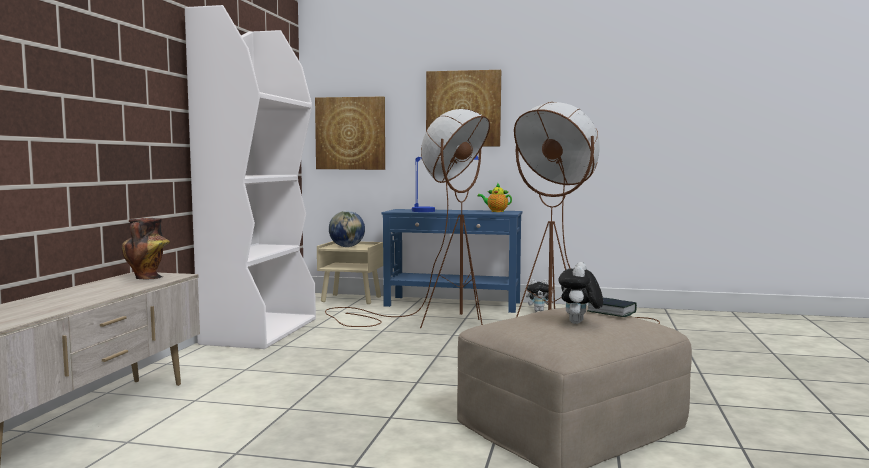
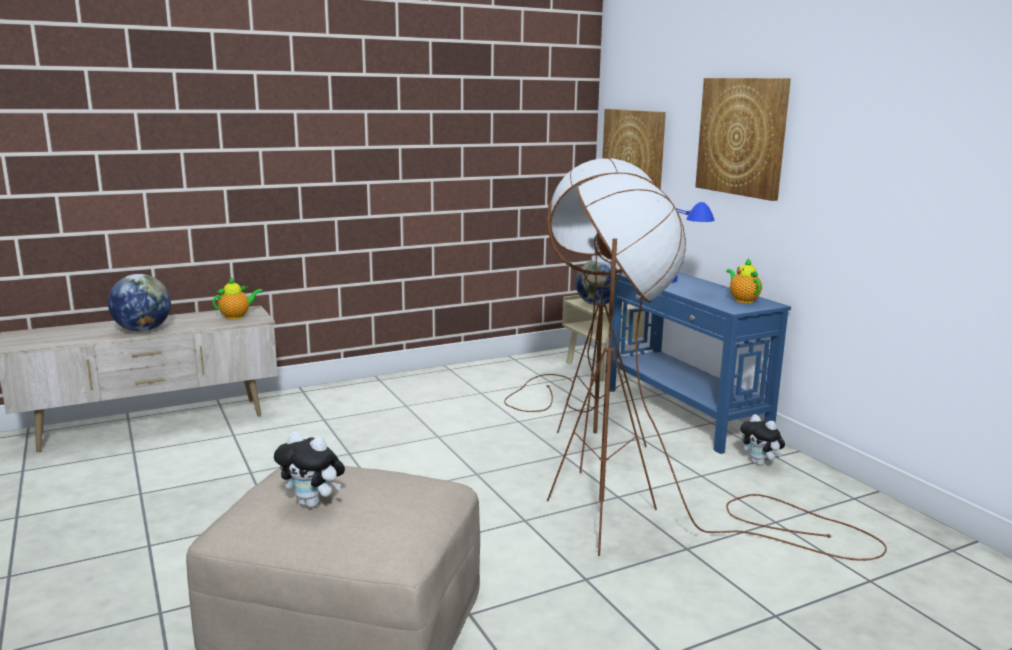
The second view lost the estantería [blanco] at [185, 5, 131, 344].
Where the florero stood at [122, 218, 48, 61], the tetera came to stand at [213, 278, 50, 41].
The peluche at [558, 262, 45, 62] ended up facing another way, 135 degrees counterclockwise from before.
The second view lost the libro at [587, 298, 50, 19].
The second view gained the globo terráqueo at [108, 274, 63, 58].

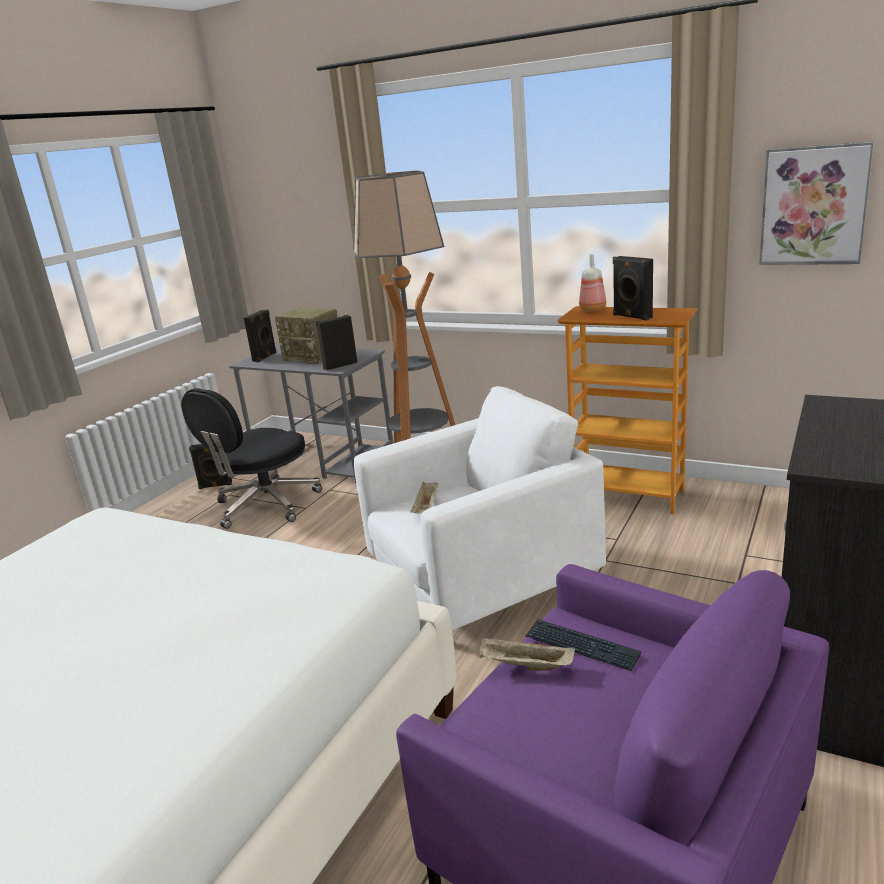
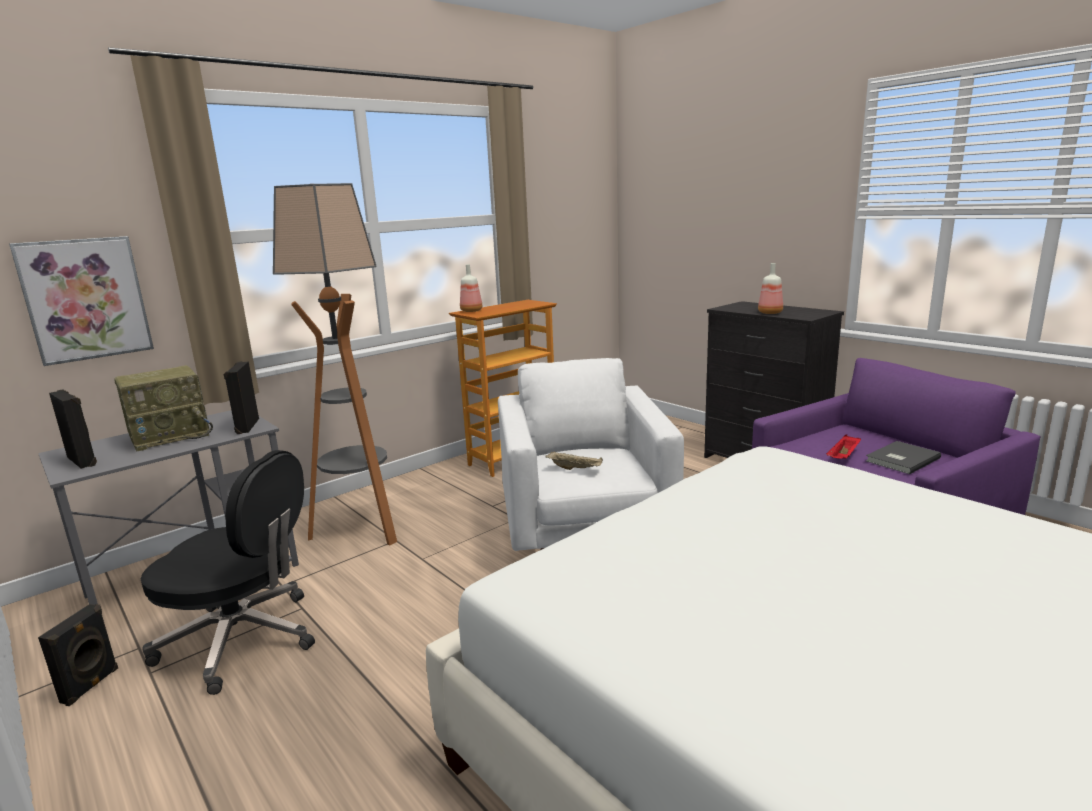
The cuadro ended up elsewhere, having gone from [759, 142, 115, 123] to [9, 236, 145, 130].
The second view lost the altavoz [negro] at [613, 256, 40, 64].
The silla de oficina [negro] at [181, 388, 141, 141] ended up facing another way, 45 degrees counterclockwise from before.
The second view lost the teclado at [525, 619, 116, 52].
What was the bandeja [beis] at [479, 637, 96, 34] turned into the bandeja [rojo] at [826, 434, 35, 25].
The second view gained the botella at [758, 263, 25, 51].
The second view gained the libro [gris] at [866, 441, 75, 33].

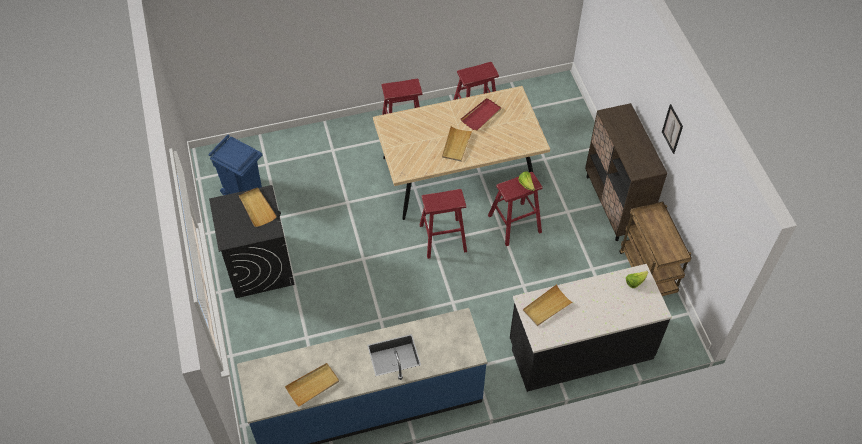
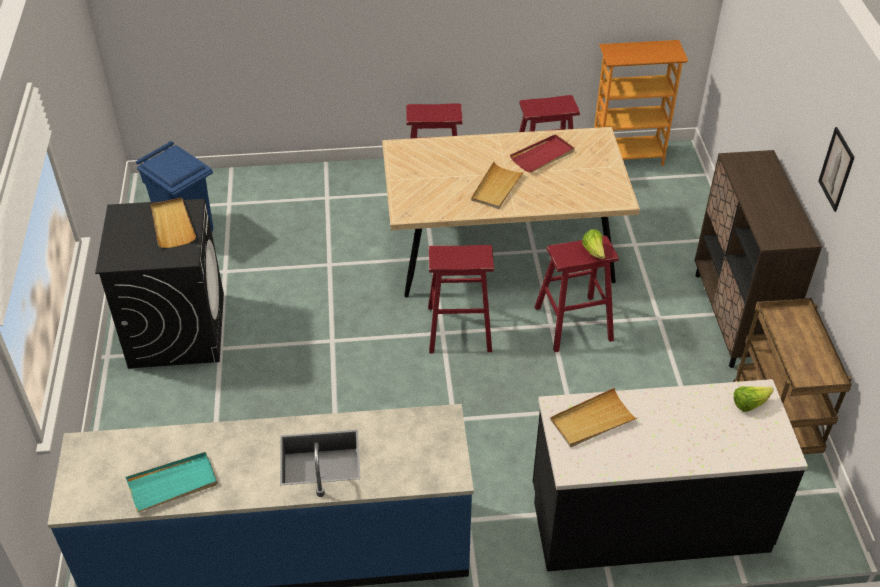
What was the bandeja [beis] at [285, 363, 54, 44] turned into the bandeja [turquesa] at [126, 452, 92, 61].
The second view gained the estantería at [594, 40, 94, 126].

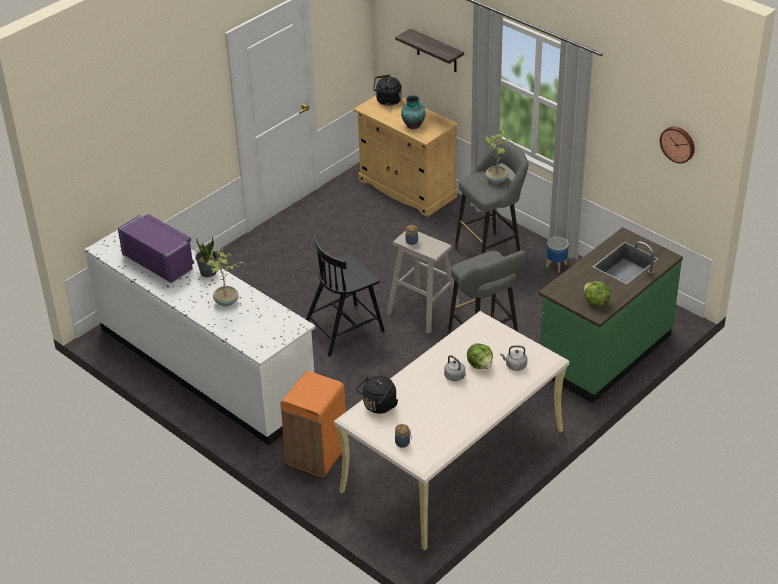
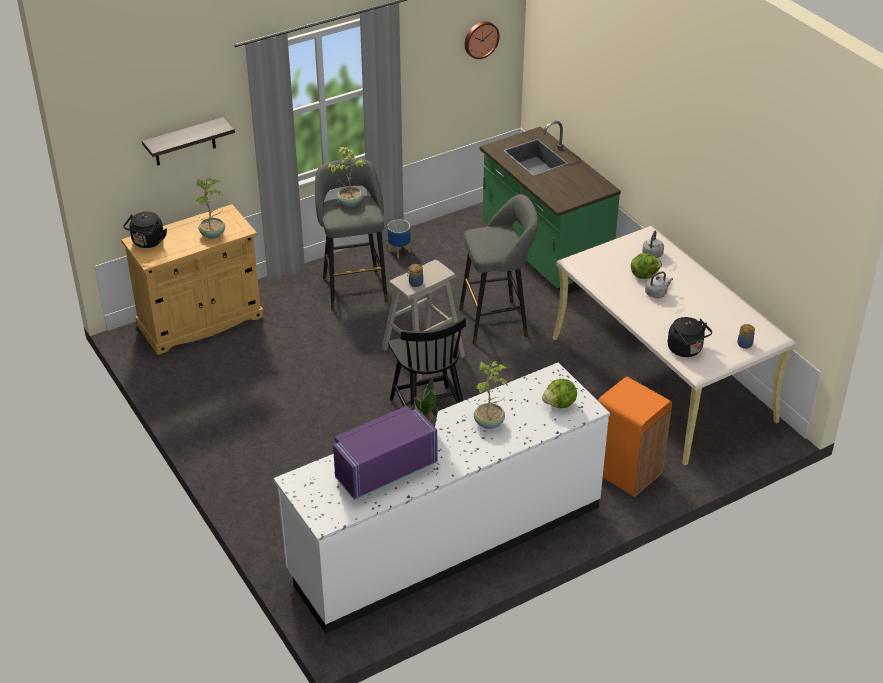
Where the florero stood at [401, 95, 24, 34], the planta en maceta came to stand at [196, 178, 29, 61].
The lechuga ended up elsewhere, having gone from [584, 281, 26, 25] to [542, 379, 35, 29].

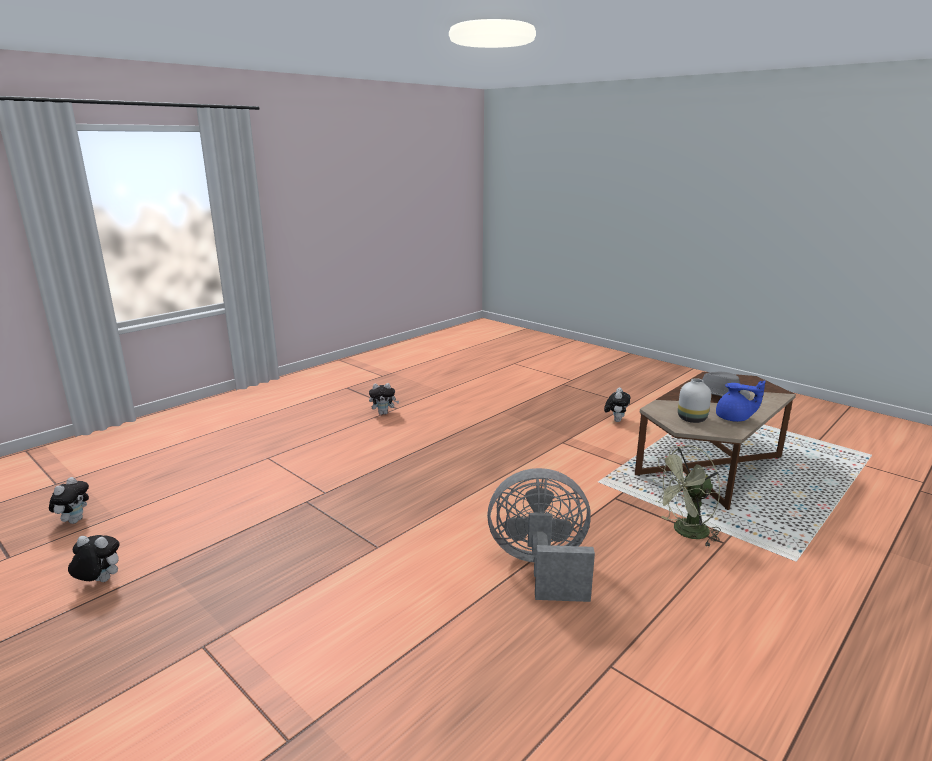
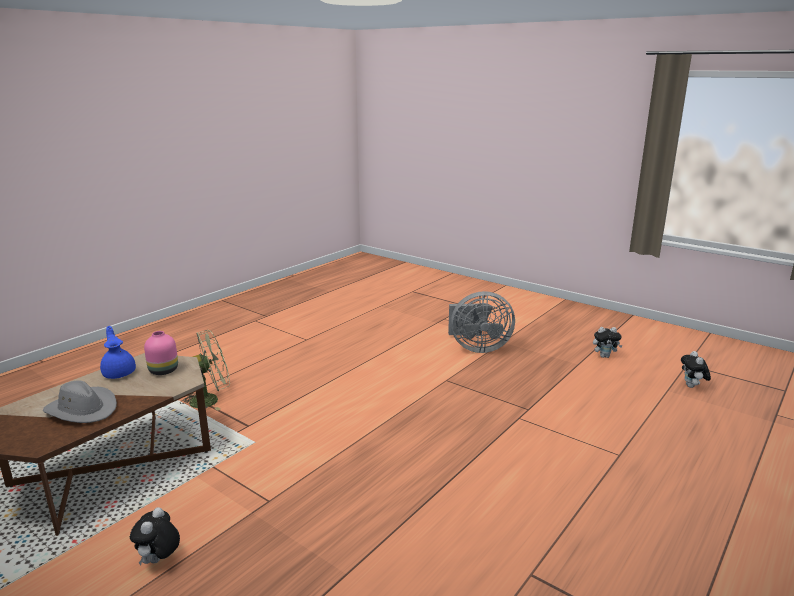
What was the florero [blanco] at [678, 378, 33, 45] turned into the florero [rosa] at [144, 331, 34, 44].
The tetera [azul] at [716, 380, 49, 42] ended up facing another way, 45 degrees clockwise from before.
The second view lost the peluche at [369, 383, 30, 32].
The ventilador [gris] ended up elsewhere, having gone from [487, 468, 108, 134] to [448, 291, 67, 62].

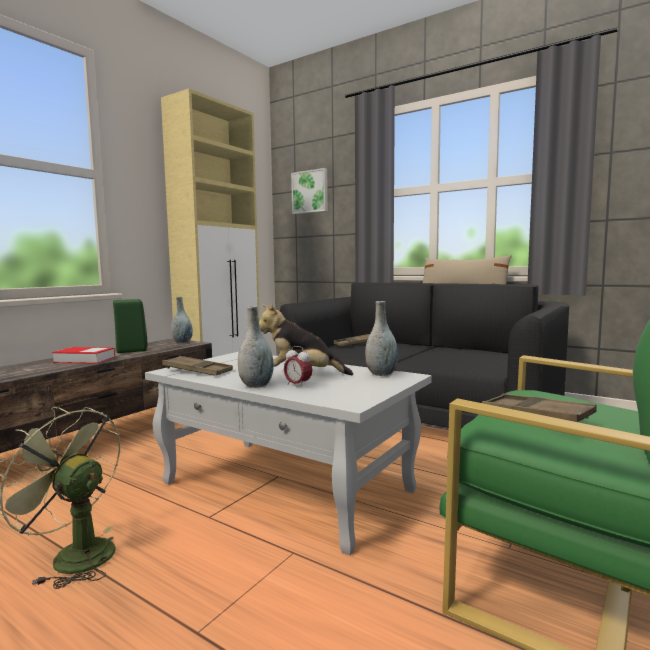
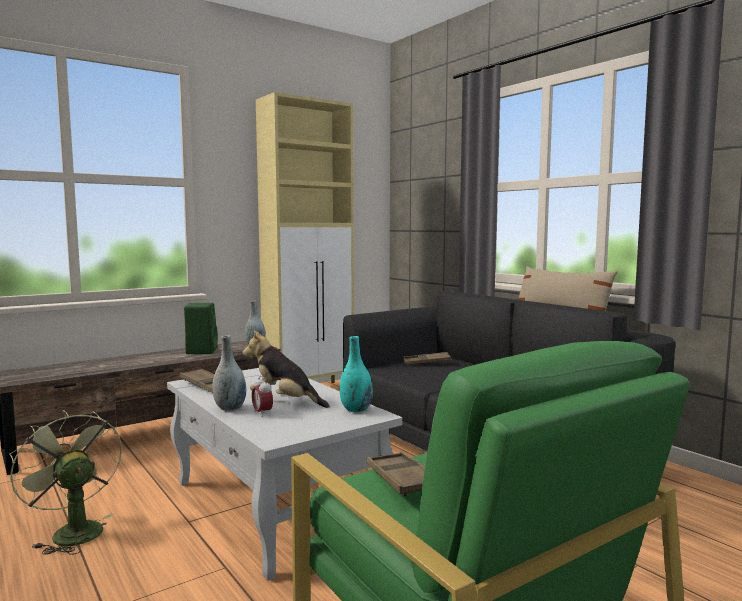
The second view lost the cuadro at [291, 168, 37, 46].
What was the florero [gris] at [365, 301, 33, 75] turned into the florero [turquesa] at [340, 336, 33, 76].
The second view lost the libro at [52, 347, 63, 17].

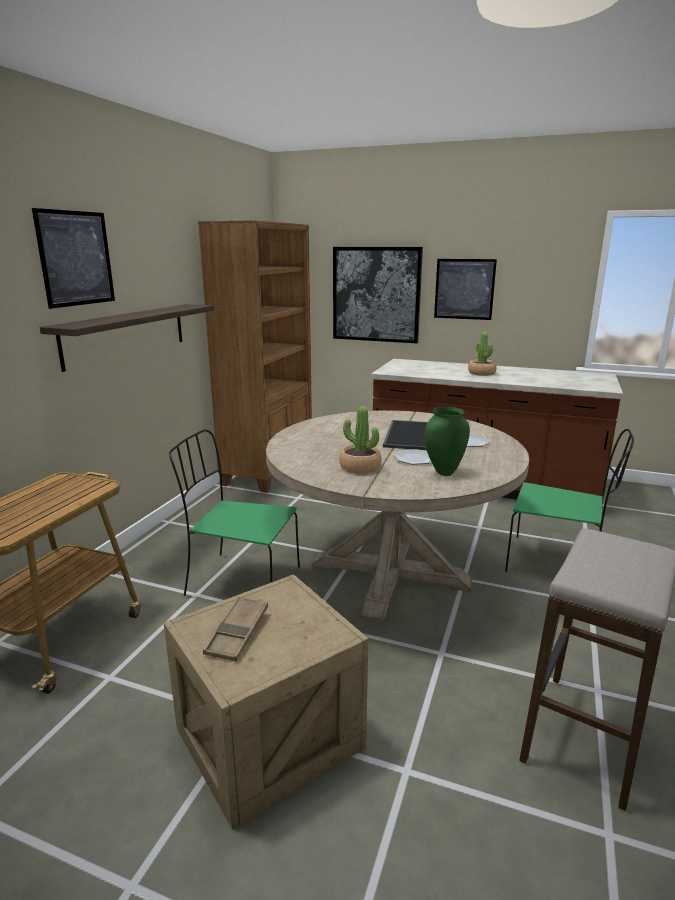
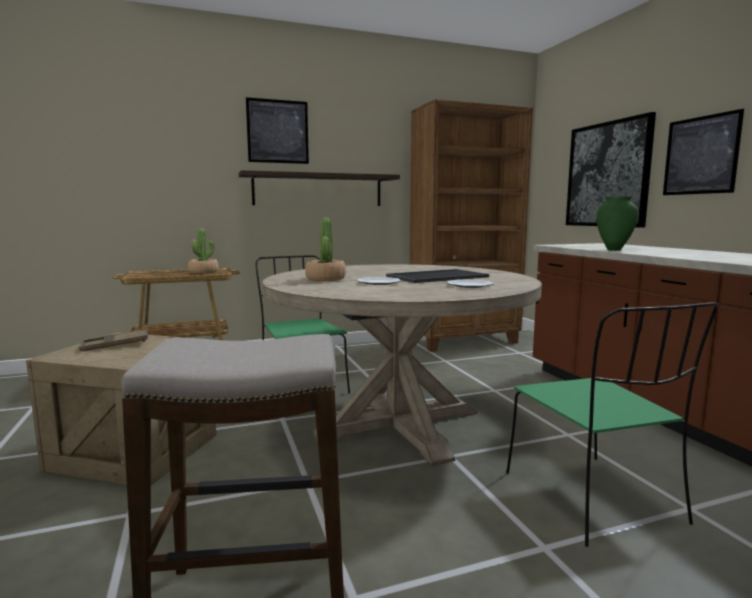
The planta en maceta ended up elsewhere, having gone from [468, 332, 29, 44] to [188, 228, 31, 46].
The florero [verde] ended up elsewhere, having gone from [424, 407, 46, 69] to [596, 196, 42, 55].

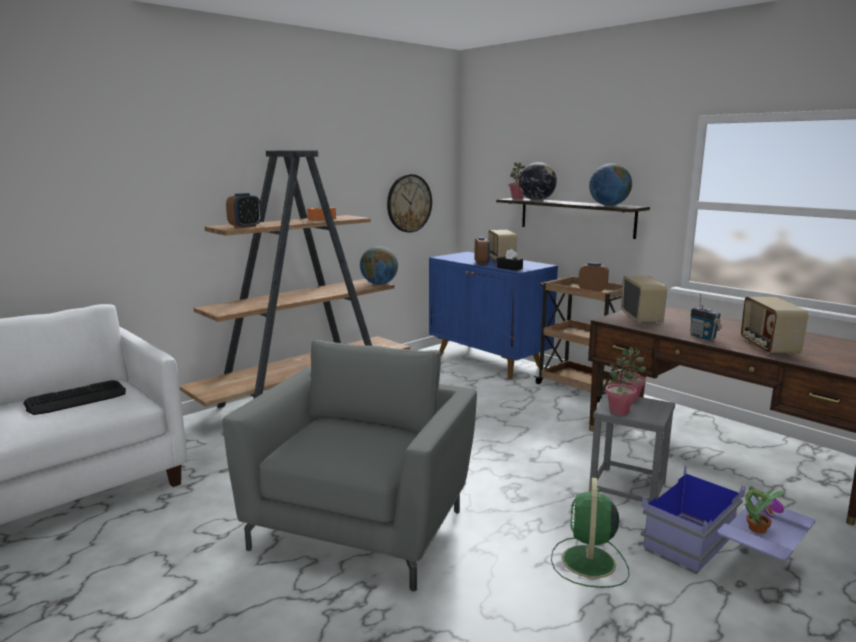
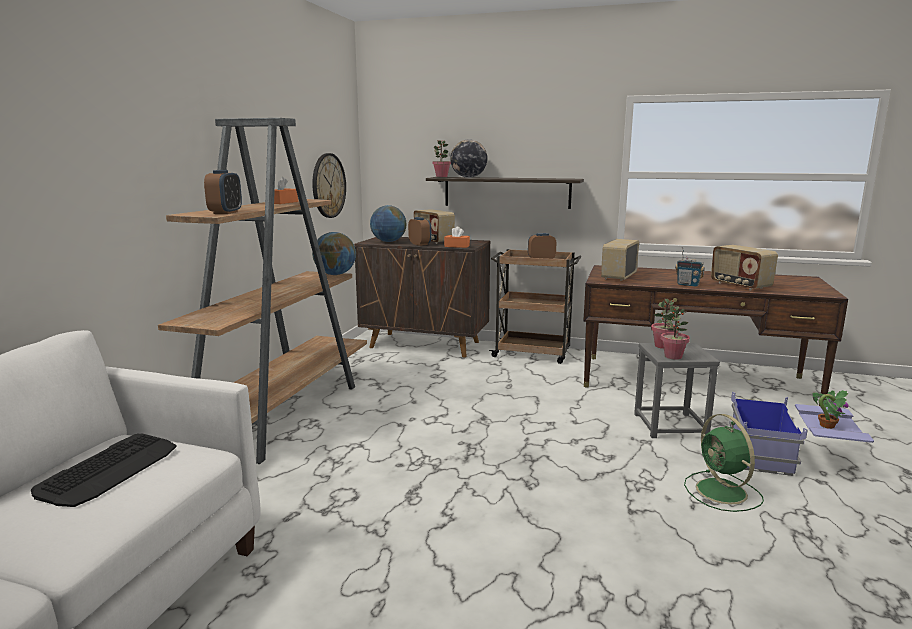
The globo terráqueo ended up elsewhere, having gone from [589, 163, 43, 43] to [370, 205, 37, 37].
What was the caja de pañuelos [negro] at [497, 249, 26, 22] turned into the caja de pañuelos [naranja] at [444, 226, 26, 22].
What was the armario [azul] at [429, 252, 129, 127] turned into the armario [marrón] at [354, 237, 136, 120].
The radio at [621, 276, 46, 47] ended up facing another way, 120 degrees counterclockwise from before.
The second view lost the sillón [gris] at [222, 339, 255, 252].

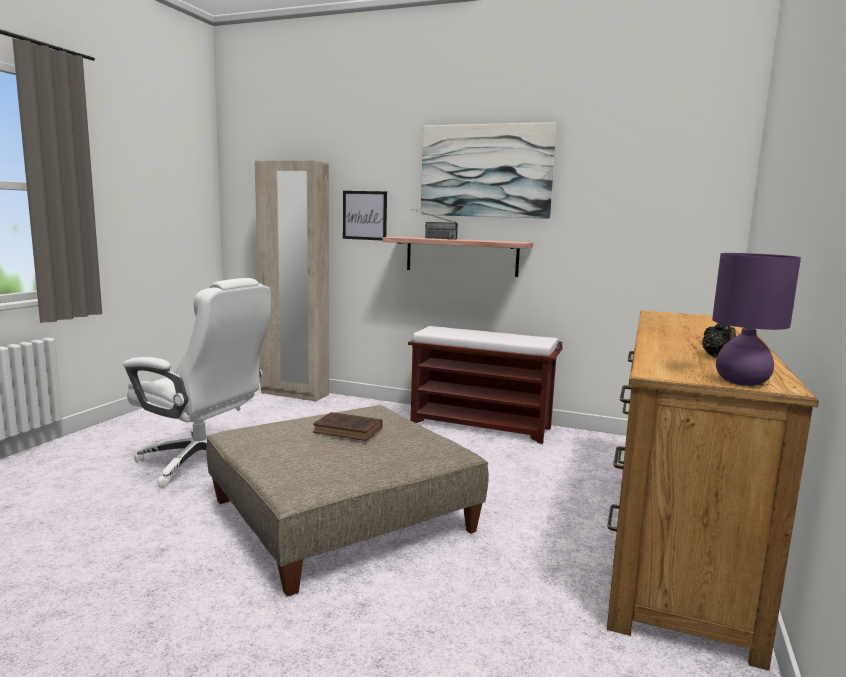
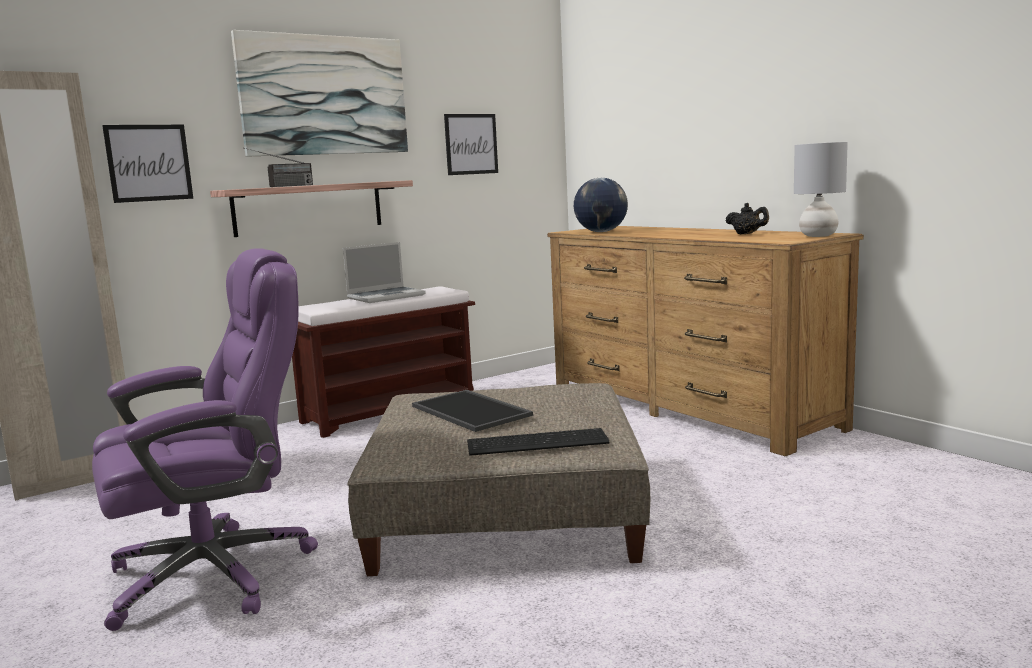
What was the lámpara de mesa [morado] at [712, 253, 89, 133] turned into the lámpara de mesa [gris] at [794, 142, 54, 95].
What was the silla de oficina [blanco] at [123, 278, 148, 209] turned into the silla de oficina [morado] at [92, 248, 226, 383].
Where the libro [marrón] stood at [313, 412, 69, 29], the bandeja came to stand at [412, 390, 121, 42].
The second view gained the cuadro at [444, 114, 54, 61].
The second view gained the globo terráqueo at [574, 178, 54, 54].
The second view gained the portátil at [343, 242, 83, 61].
The second view gained the teclado at [467, 428, 143, 28].

